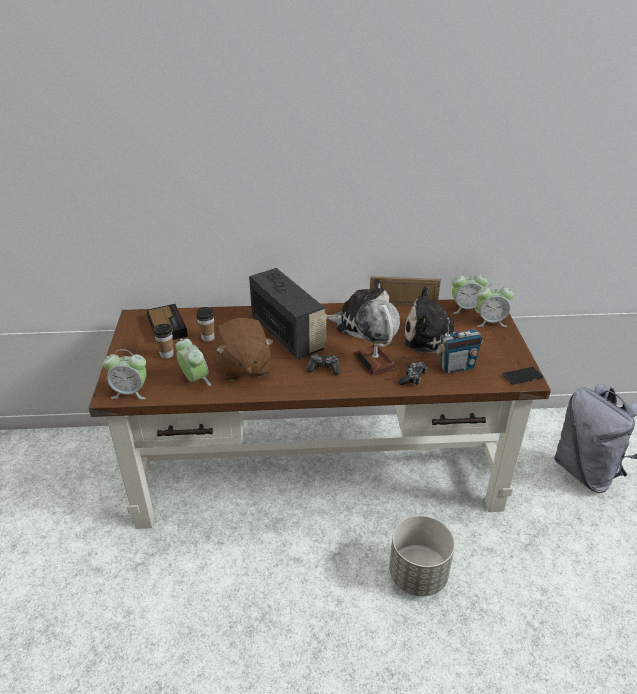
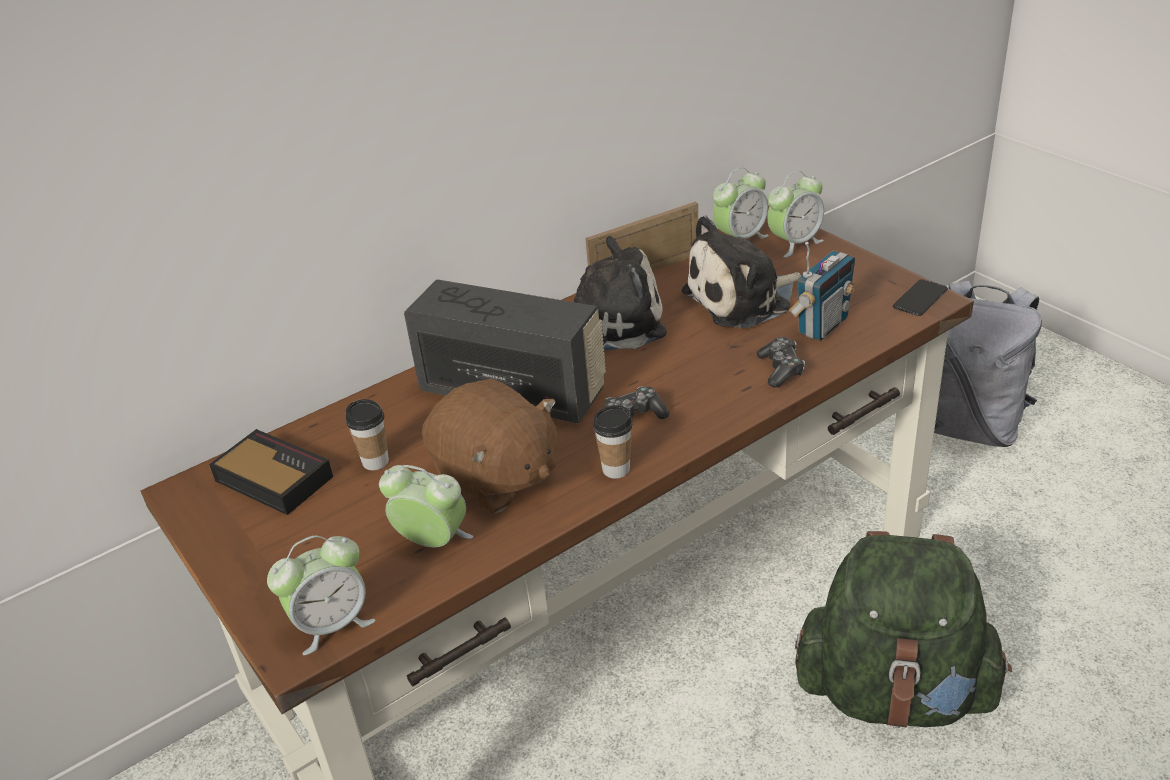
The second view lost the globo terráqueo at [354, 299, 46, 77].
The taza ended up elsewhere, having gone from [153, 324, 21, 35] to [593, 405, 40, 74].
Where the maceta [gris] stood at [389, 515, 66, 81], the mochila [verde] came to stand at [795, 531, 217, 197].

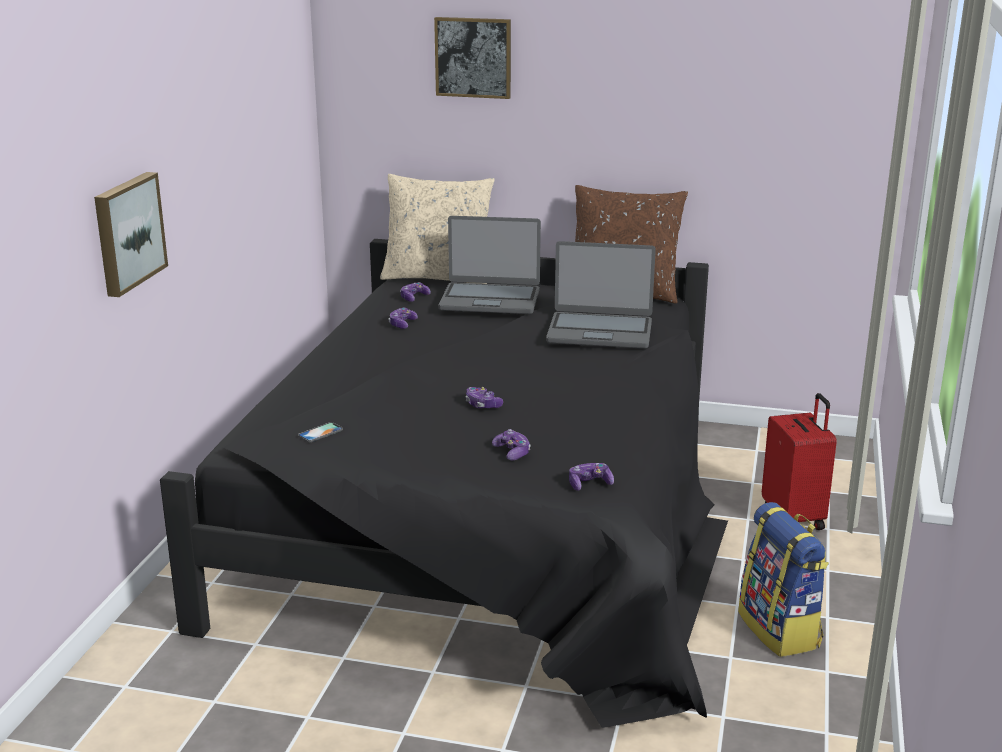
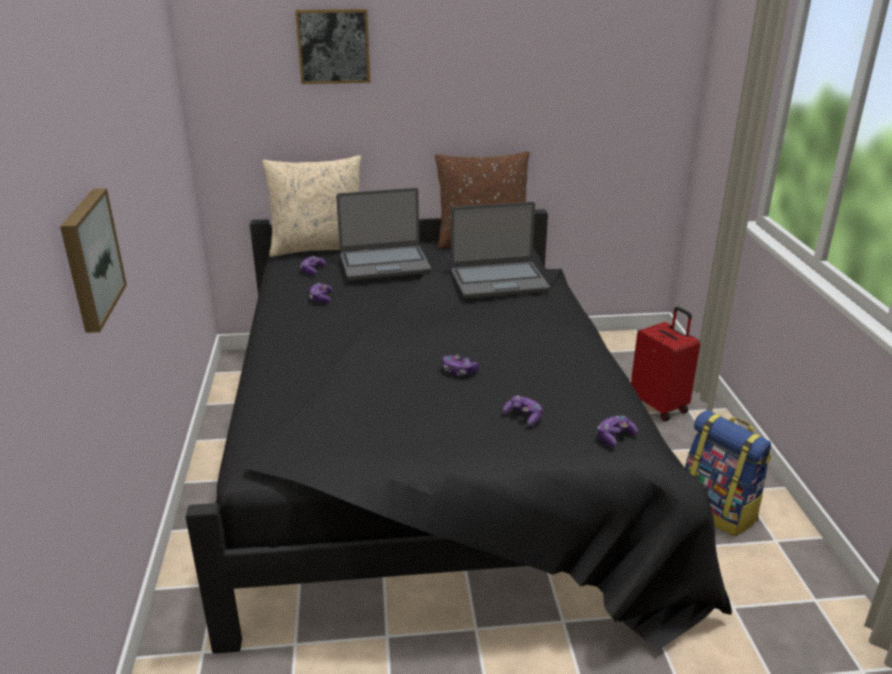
The second view lost the móvil at [298, 422, 45, 20].

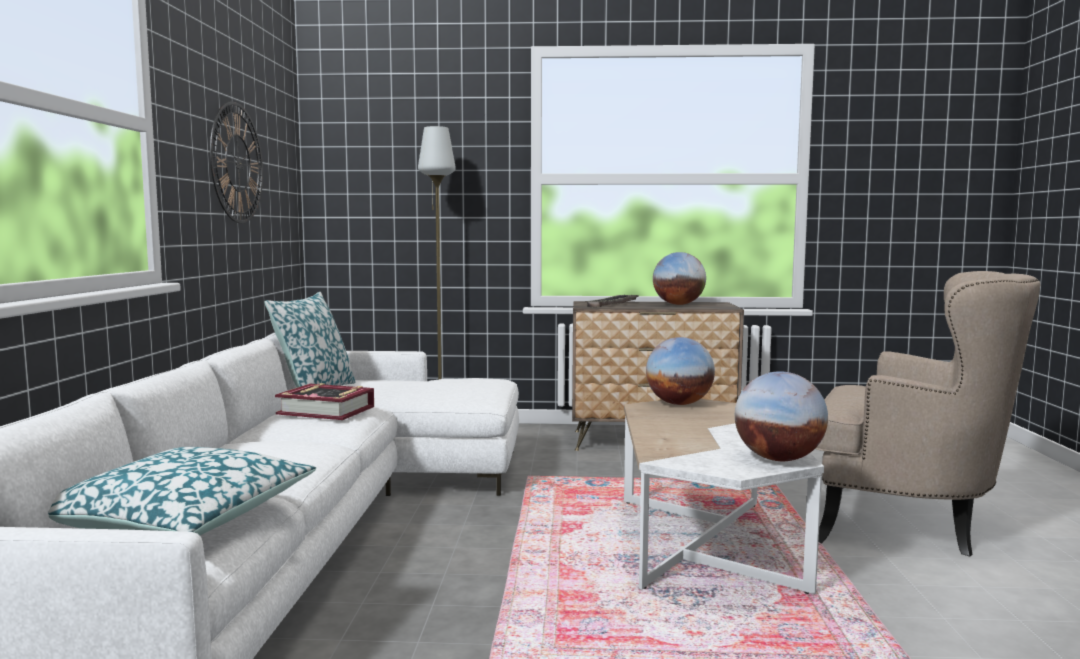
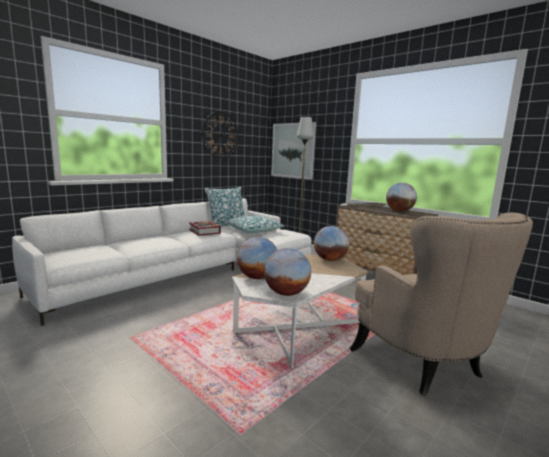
The cojín ended up elsewhere, having gone from [48, 447, 268, 89] to [225, 216, 59, 17].
The second view gained the cuadro at [271, 122, 45, 58].
The second view gained the globo terráqueo at [237, 237, 40, 42].

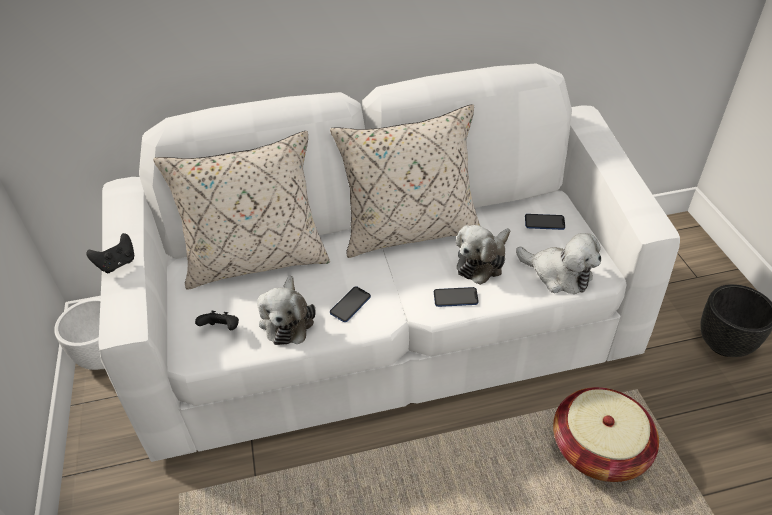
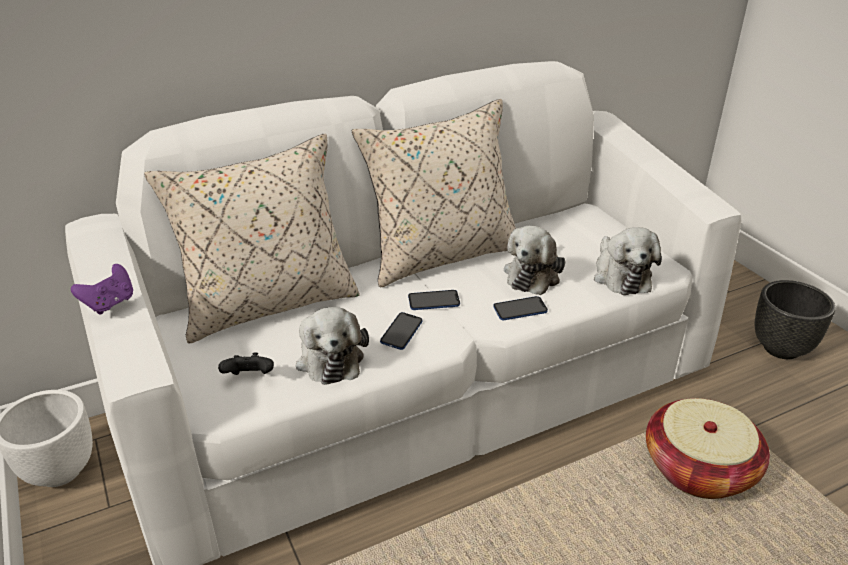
The móvil ended up elsewhere, having gone from [525, 214, 40, 16] to [408, 290, 52, 20].
What was the mando de consola [negro] at [86, 233, 48, 40] turned into the mando de consola [morado] at [71, 264, 62, 51].
The peluche at [516, 233, 85, 61] ended up facing another way, 60 degrees clockwise from before.

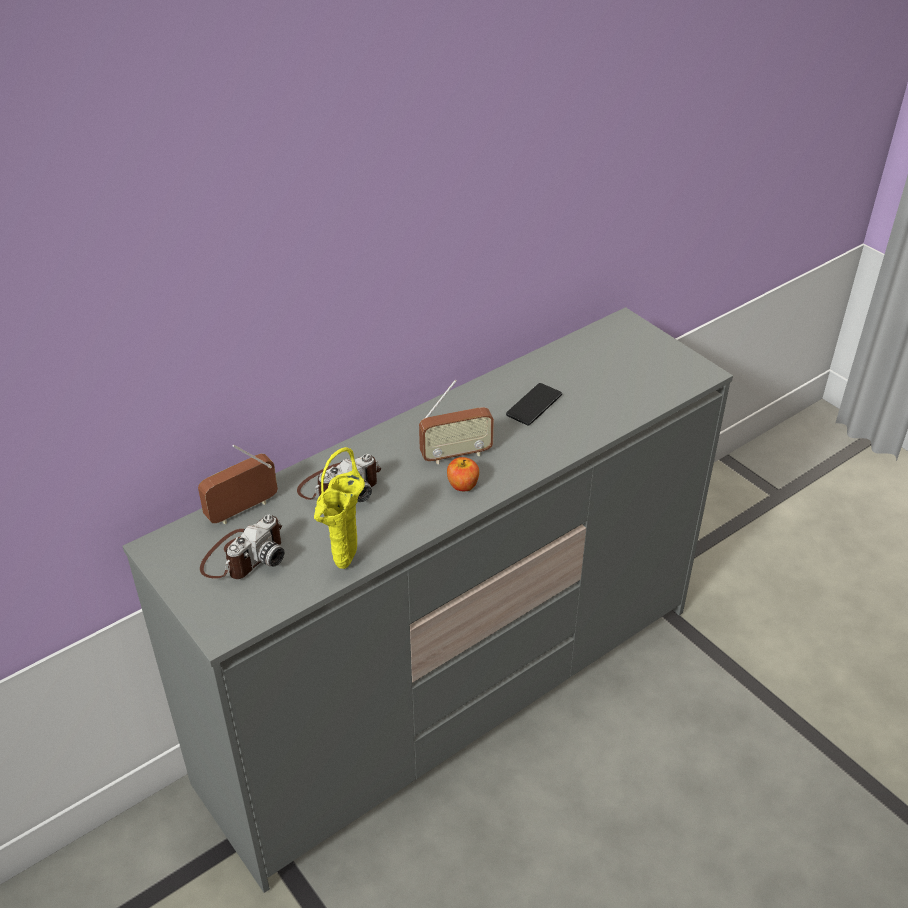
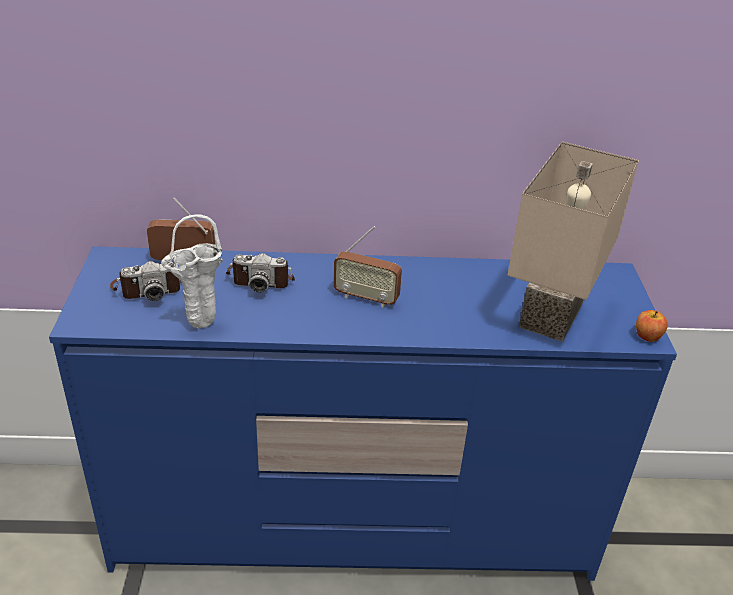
What was the cómoda [gris] at [123, 307, 610, 586] turned into the cómoda [azul] at [49, 246, 628, 335].
The second view lost the móvil at [506, 383, 56, 42].
What was the florero [amarillo] at [314, 447, 51, 122] turned into the florero [blanco] at [161, 214, 62, 115].
The manzana ended up elsewhere, having gone from [447, 457, 32, 34] to [636, 310, 32, 32].
The second view gained the lámpara de mesa [beis] at [507, 142, 132, 200].

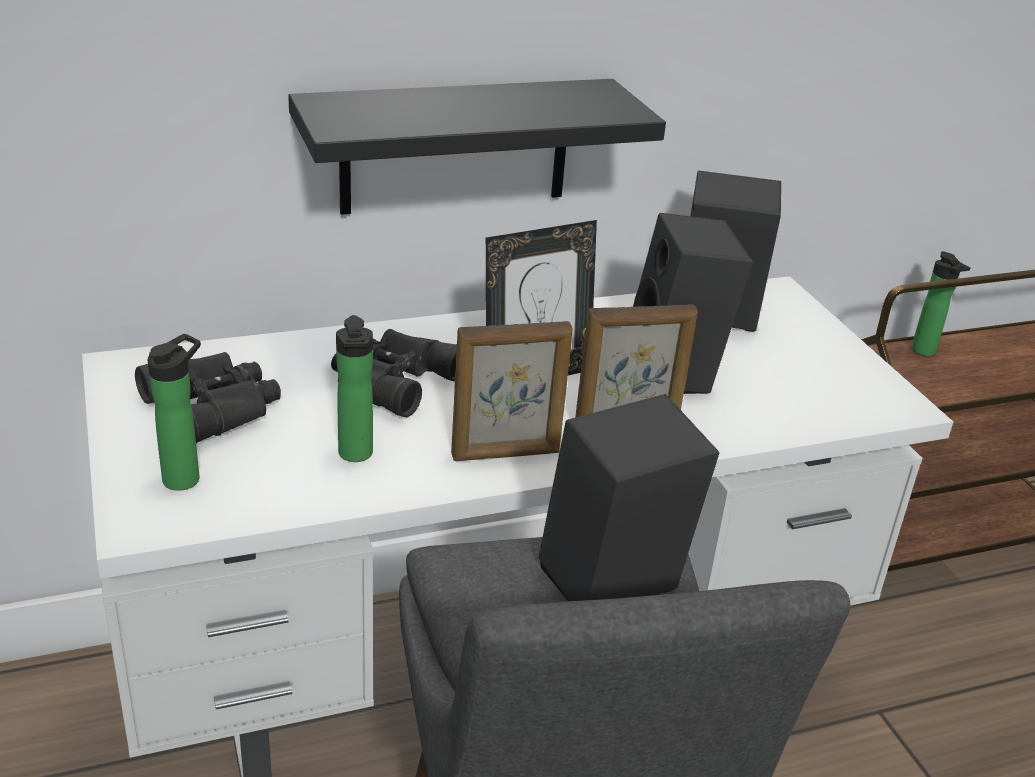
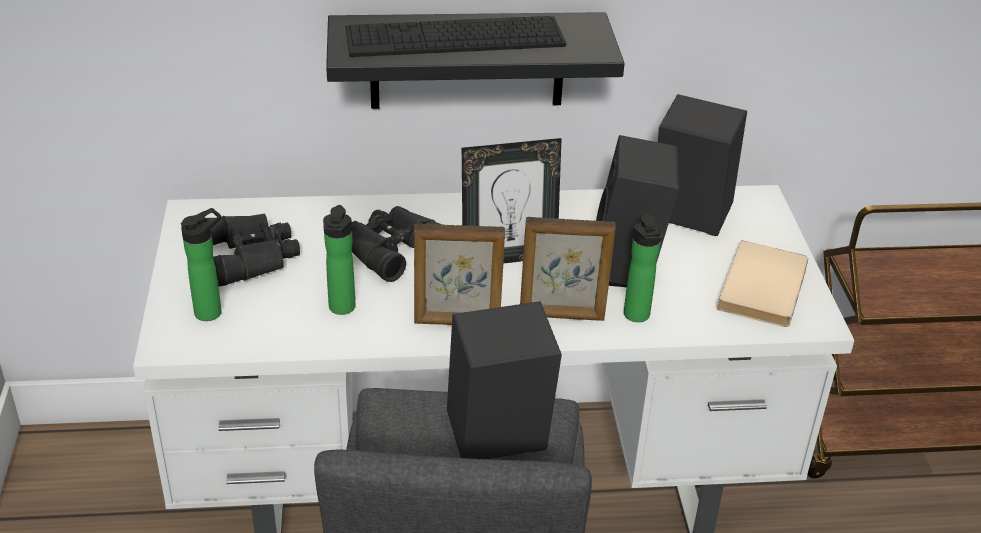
The botella ended up elsewhere, having gone from [911, 251, 59, 105] to [624, 213, 39, 109].
The second view gained the teclado at [345, 16, 221, 41].
The second view gained the libro [beis] at [717, 240, 91, 87].

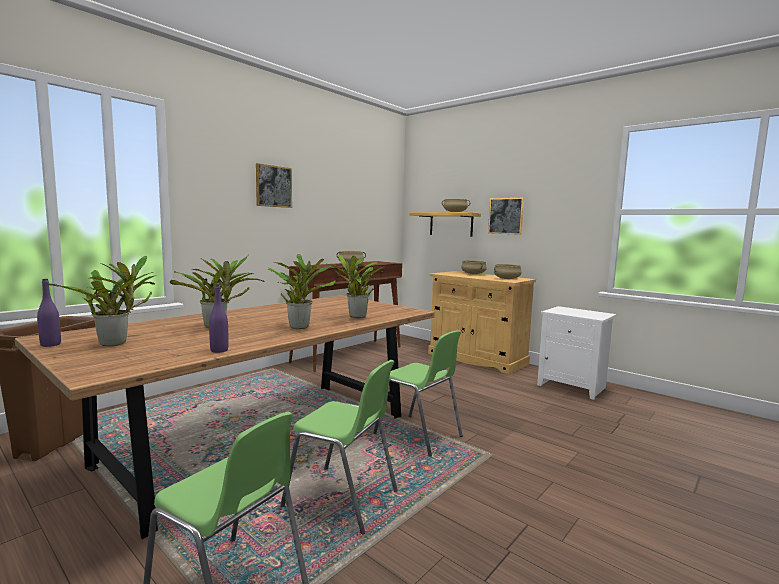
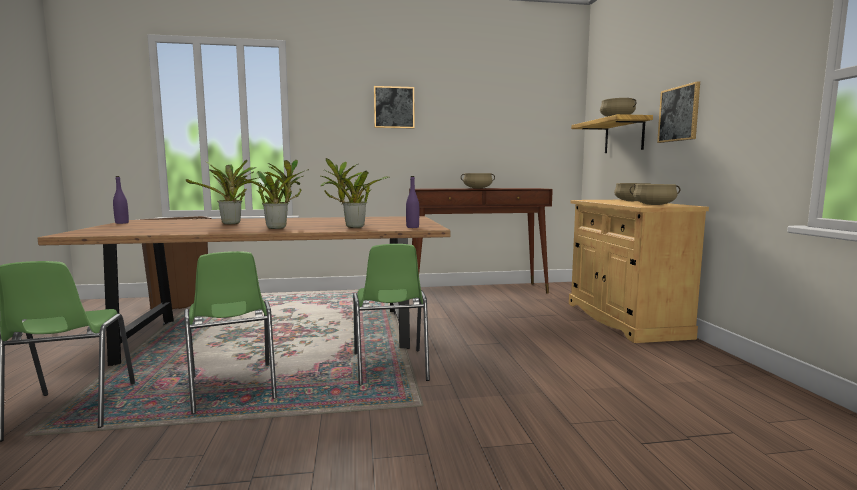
The second view lost the planta en maceta at [46, 256, 110, 90].
The botella [morado] ended up elsewhere, having gone from [209, 284, 19, 69] to [406, 176, 13, 52].
The second view lost the mesita de noche [blanco] at [537, 306, 80, 94].

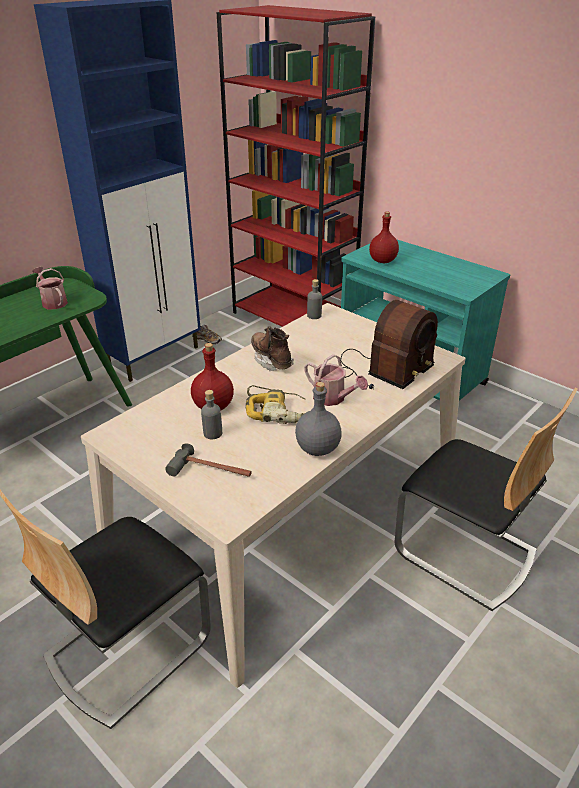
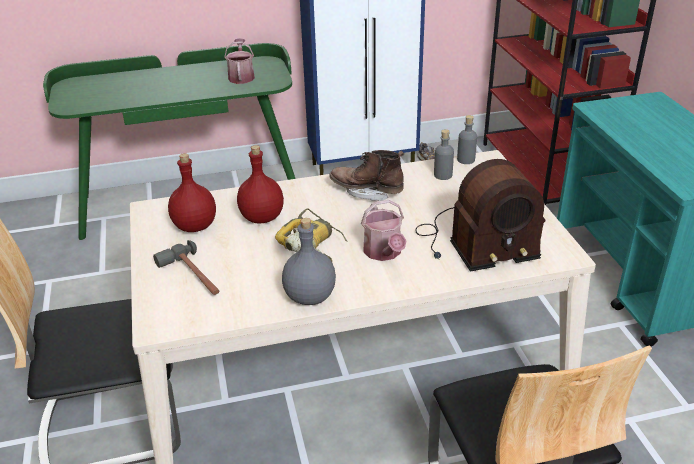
The botella [rojo] ended up elsewhere, having gone from [369, 212, 30, 51] to [168, 153, 48, 79].
The bota [marrón] at [251, 326, 43, 45] ended up facing another way, 75 degrees counterclockwise from before.
The botella [gris] ended up elsewhere, having gone from [201, 390, 21, 49] to [434, 129, 20, 51].

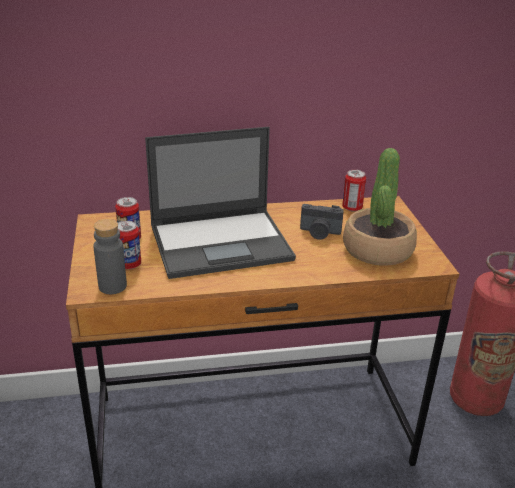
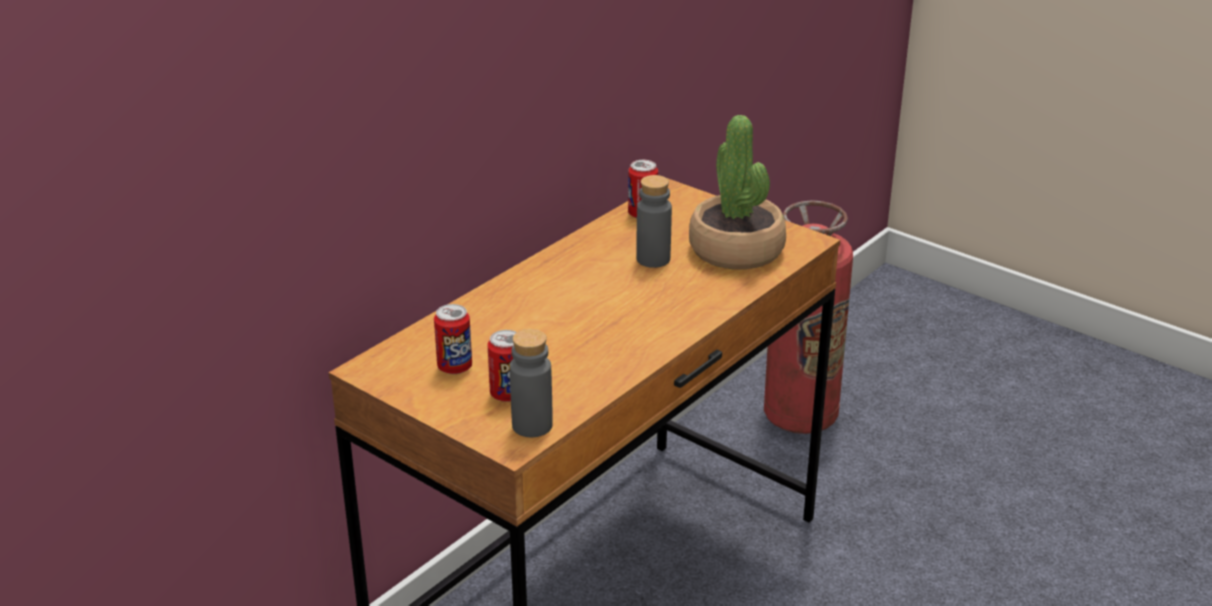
The second view lost the portátil at [145, 127, 151, 152].
Where the cámara stood at [300, 204, 44, 36], the botella [gris] came to stand at [636, 175, 36, 93].

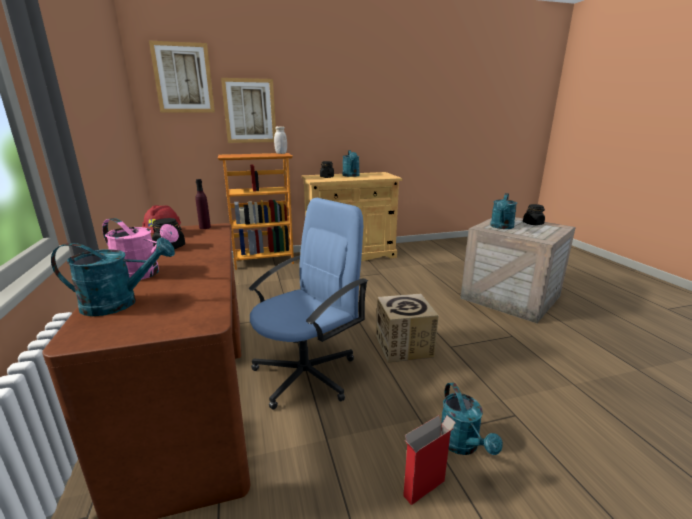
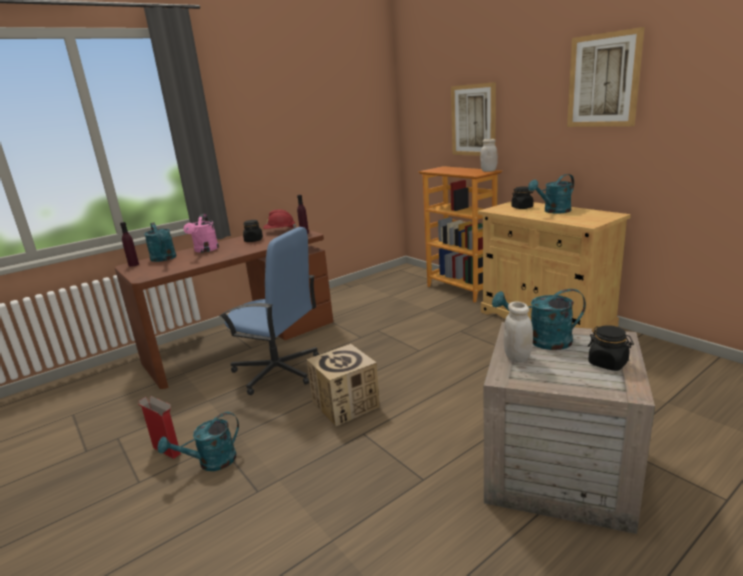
The cuadro ended up elsewhere, having gone from [149, 40, 66, 73] to [567, 27, 78, 100].
The second view gained the botella [morado] at [120, 222, 19, 45].
The second view gained the tarro [blanco] at [504, 302, 29, 61].

